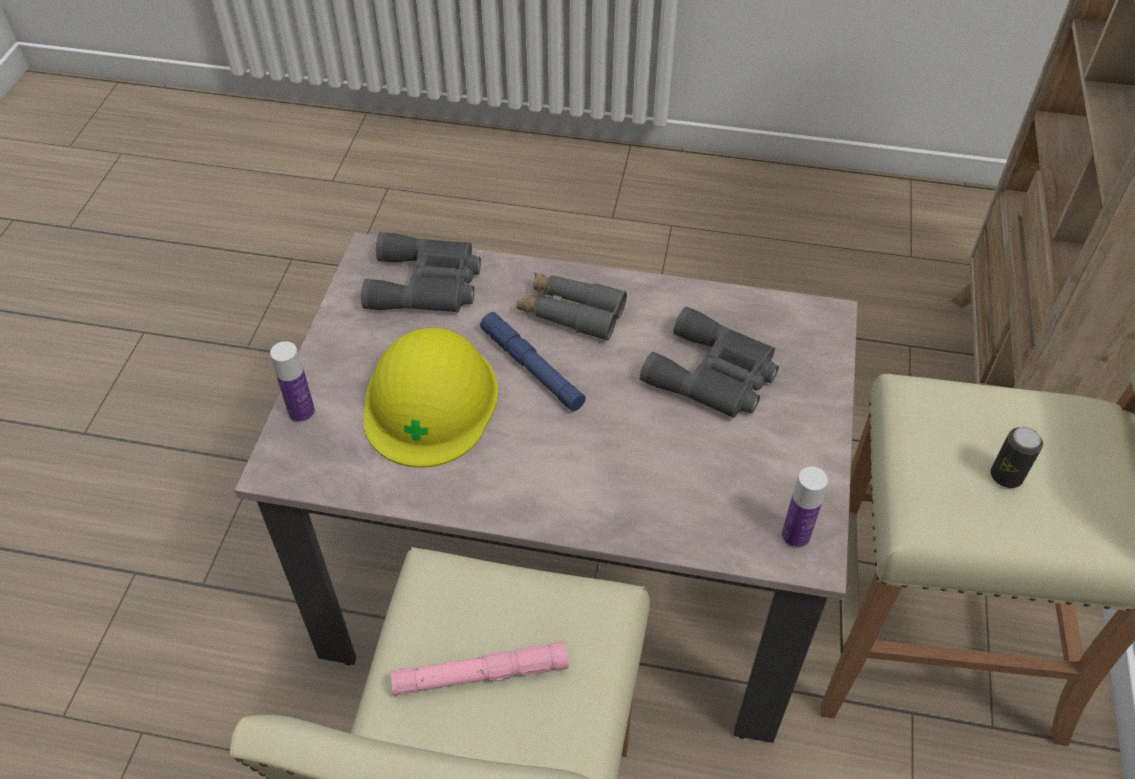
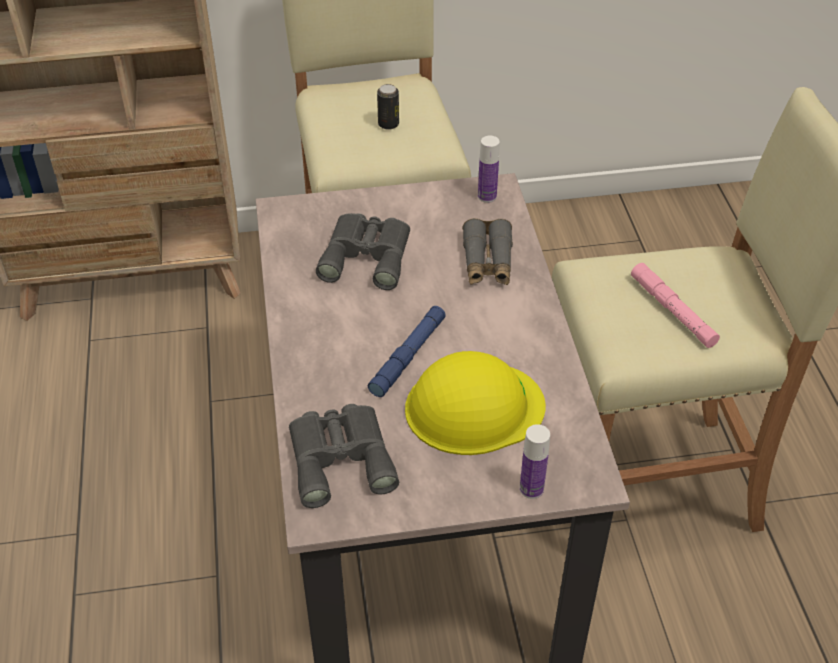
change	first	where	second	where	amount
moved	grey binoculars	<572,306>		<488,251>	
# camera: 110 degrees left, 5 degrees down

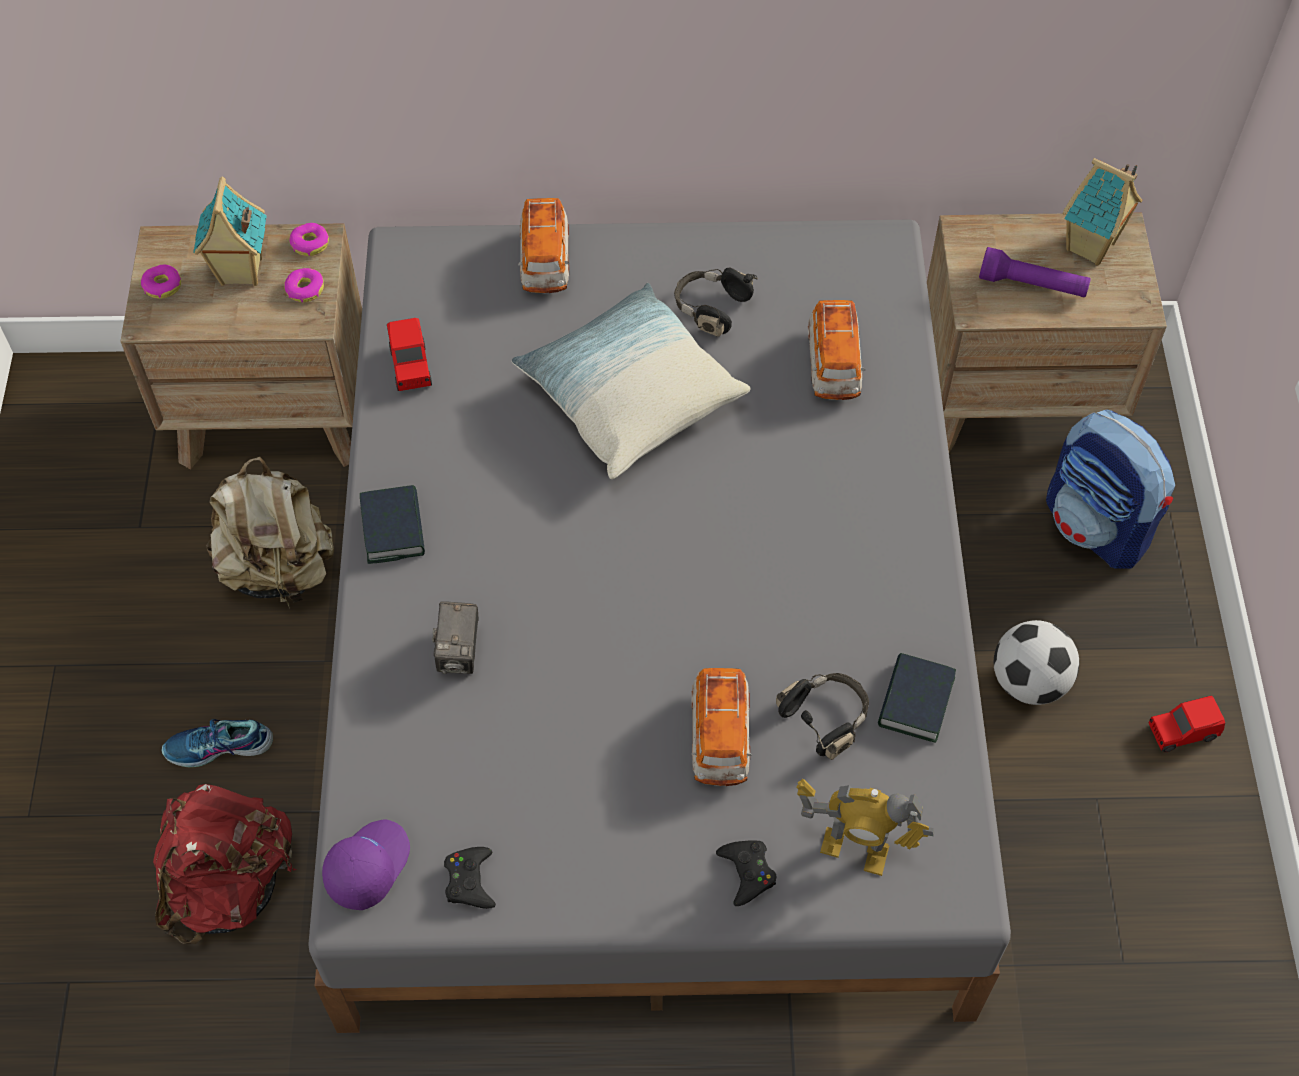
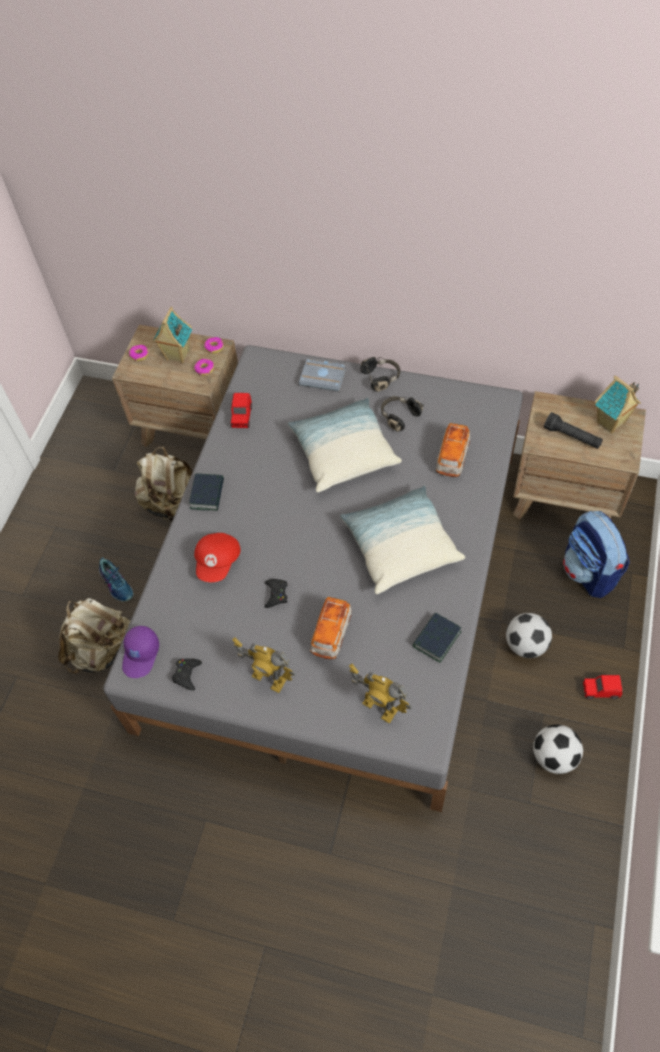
change	first	where	second	where	amount
replaced	toy car	<543,245>	grey book	<322,375>	
recoloured	purple flashlight	<1035,272>	black flashlight	<573,430>	
replaced	photo camera	<455,637>	red cap	<217,557>	
moved	black headphones	<822,716>		<380,374>	
turned	shoe	<217,743>		<116,579>	135 degrees counterclockwise
recoloured	red backpack	<225,864>	beige backpack	<94,636>	
turned	purple cap	<366,865>		<140,652>	150 degrees clockwise
moved	black game controller	<746,873>		<276,593>	
added			pillow	<402,539>	
added			toy robot	<264,665>	
added			football	<558,749>	
# camera: 20 degrees right, 0 degrees up

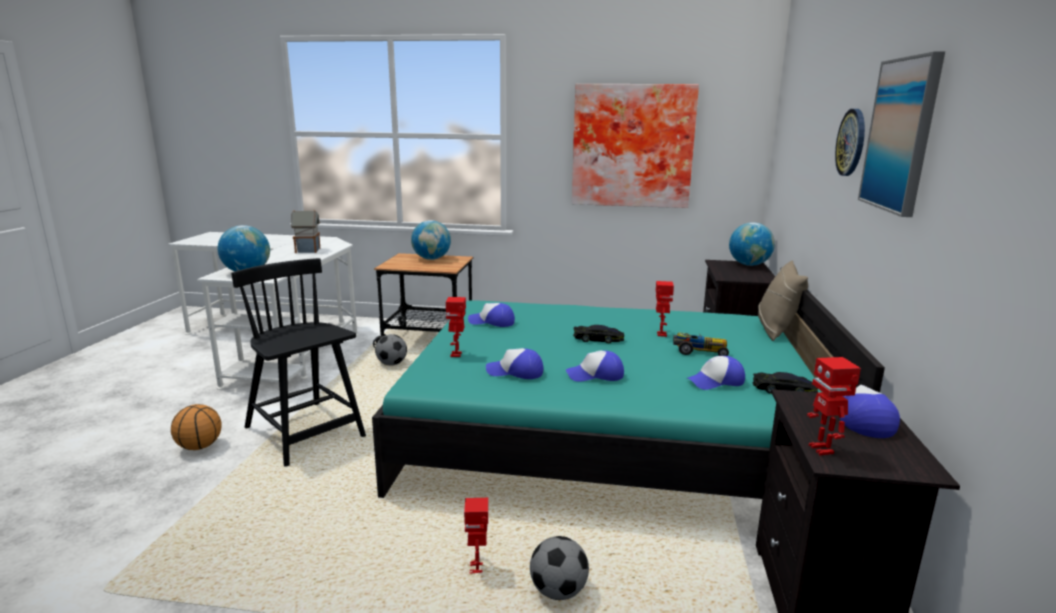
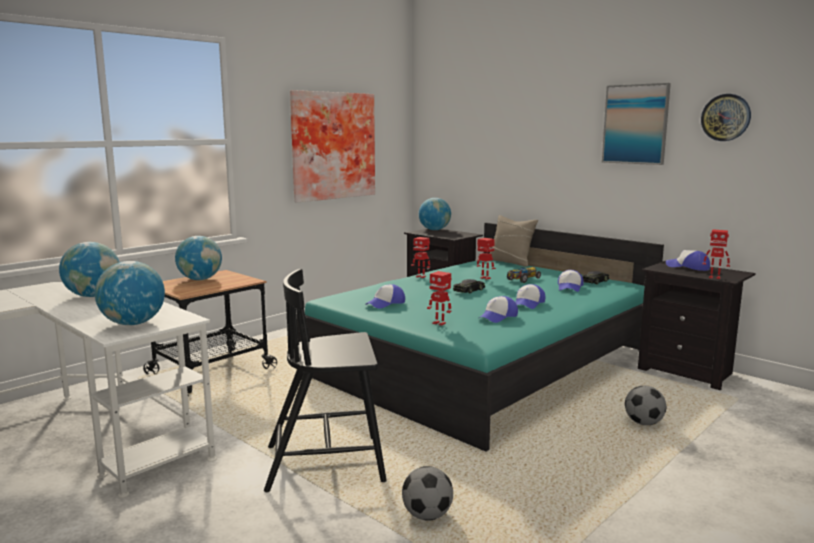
change	first	where	second	where	amount
moved	wall clock	<850,142>		<726,117>	
replaced	toy house	<305,231>	globe	<89,269>	
moved	football	<391,350>		<427,493>	
removed	basketball	<196,427>			
moved	toy robot	<476,536>		<420,257>	
# camera: 55 degrees left, 5 degrees down

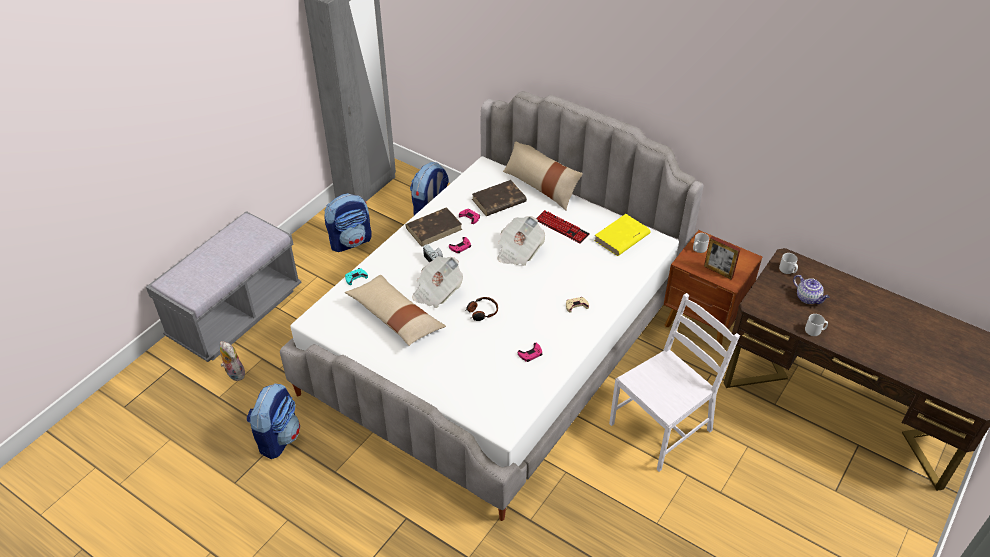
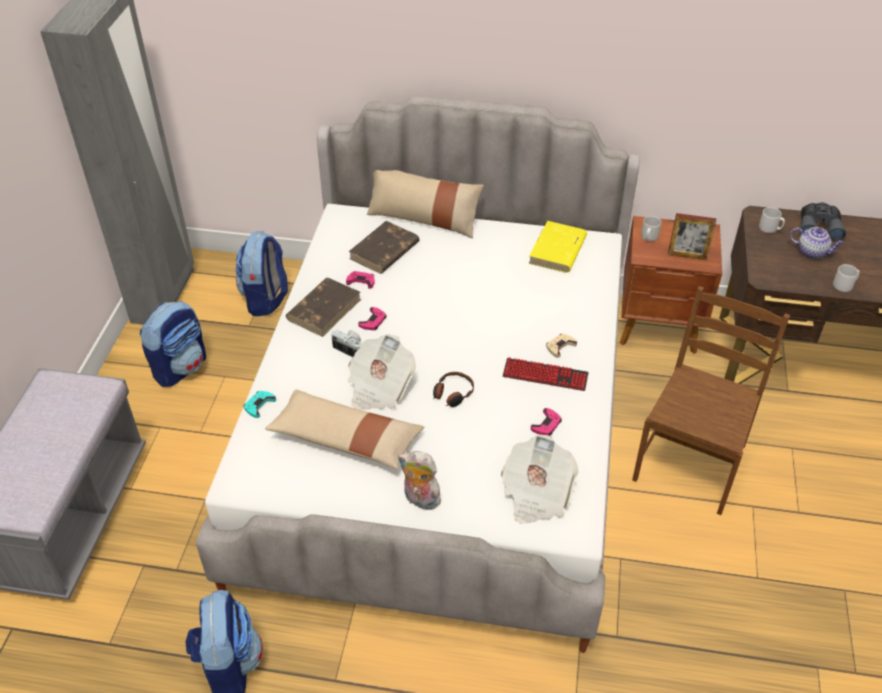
change	first	where	second	where	amount
moved	keyboard	<563,227>		<546,374>	
moved	newspaper	<521,241>		<539,479>	
recoloured	white chair	<674,382>	brown chair	<711,400>	
moved	plush toy	<232,361>		<419,480>	
added			grey binoculars	<823,222>	
# camera: 25 degrees left, 0 degrees up

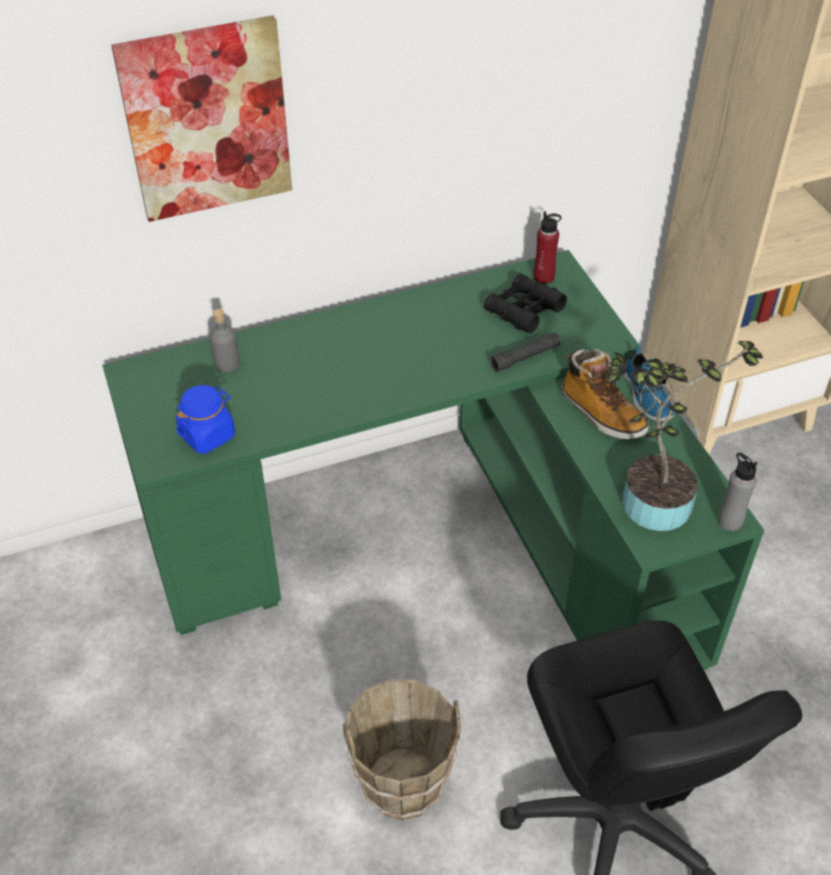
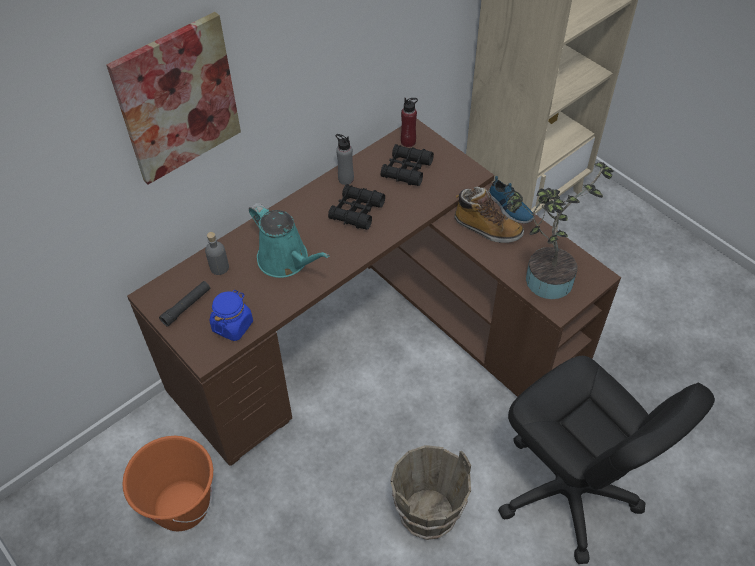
change	first	where	second	where	amount
recoloured	green desk	<433,460>	brown desk	<374,292>	
moved	black flashlight	<525,352>		<184,304>	
moved	grey bottle	<737,492>		<345,159>	
added			black binoculars	<356,207>	
added			turquoise watering can	<289,240>	
added			orange bucket	<167,483>	
# camera: 20 degrees left, 5 degrees up

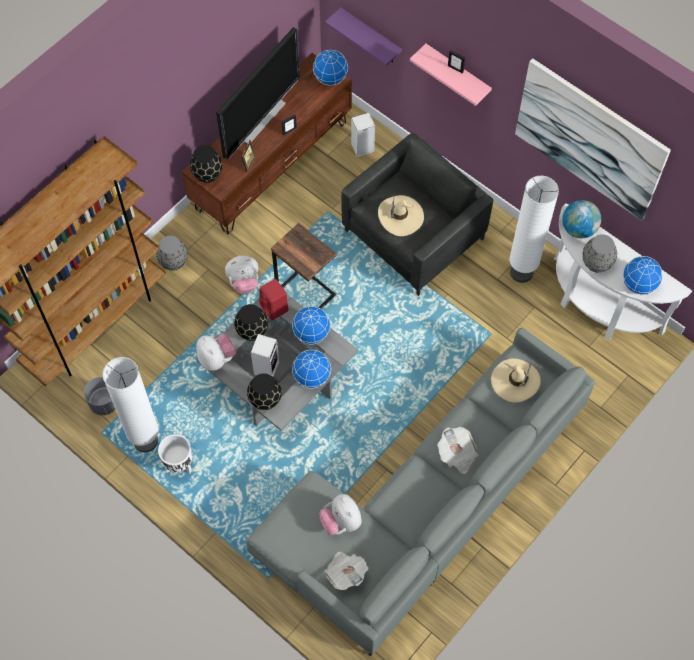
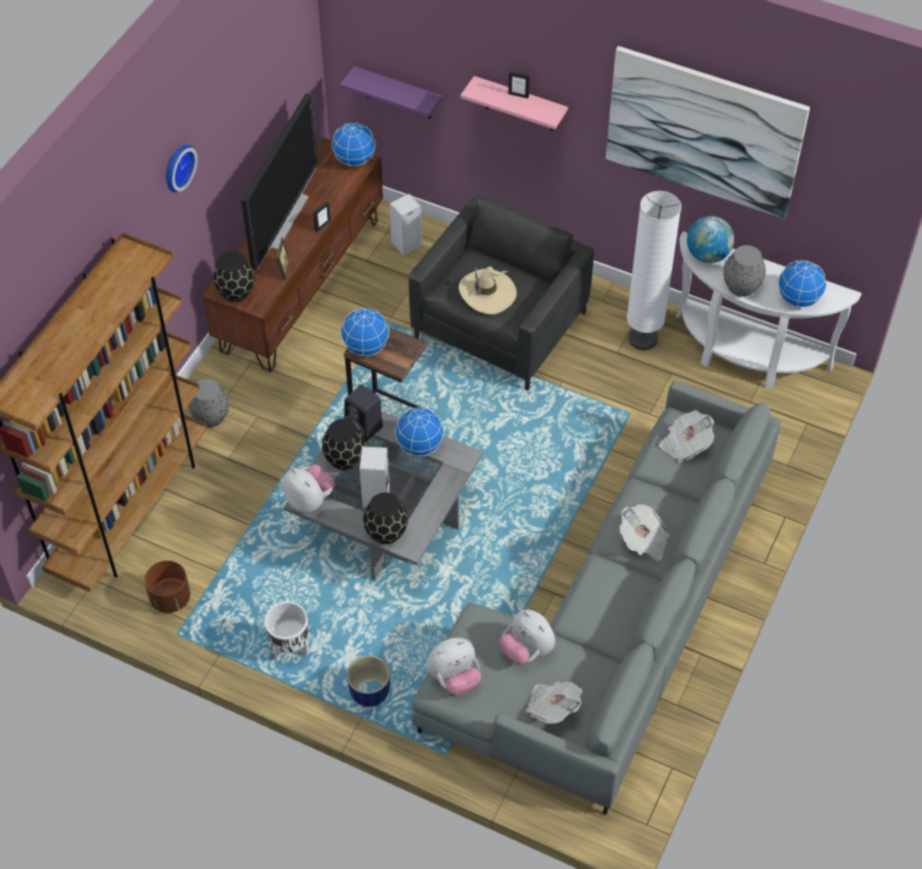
change	first	where	second	where	amount
moved	plush toy	<241,274>		<454,666>	
recoloured	red speaker	<274,299>	black speaker	<363,413>	
moved	globe	<311,369>		<365,332>	
removed	white floor lamp	<130,404>			
replaced	beige hat	<516,380>	newspaper	<686,436>	
recoloured	grey planter	<100,396>	brown planter	<167,586>	
added			wall clock	<181,168>	
added			blue planter	<368,681>	
# camera: 15 degrees left, 10 degrees down

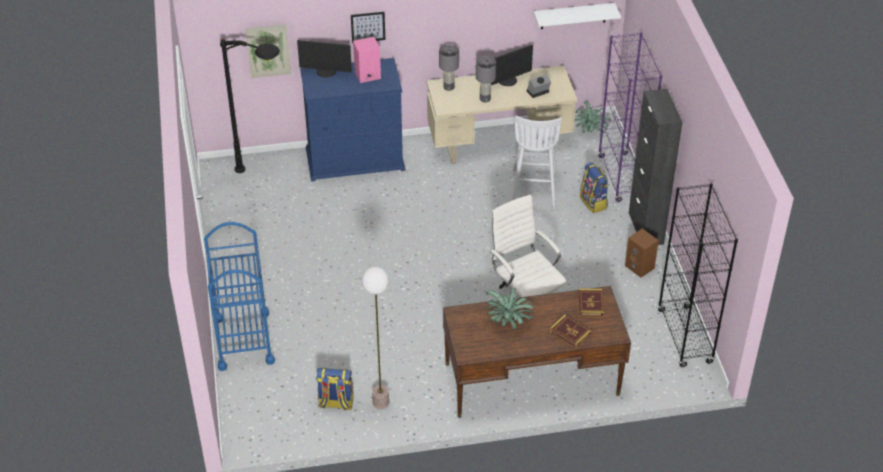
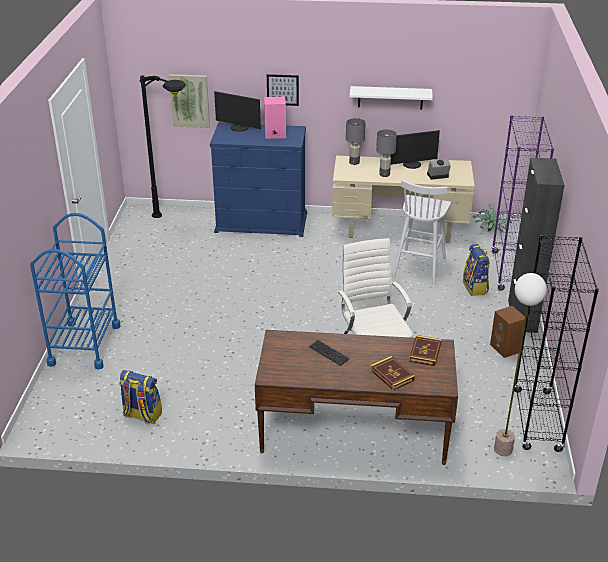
change	first	where	second	where	amount
moved	white shelf	<577,16>		<391,97>	
moved	floor lamp	<375,337>		<520,364>	
replaced	potted plant	<509,309>	keyboard	<329,353>	
# camera: 15 degrees right, 10 degrees down

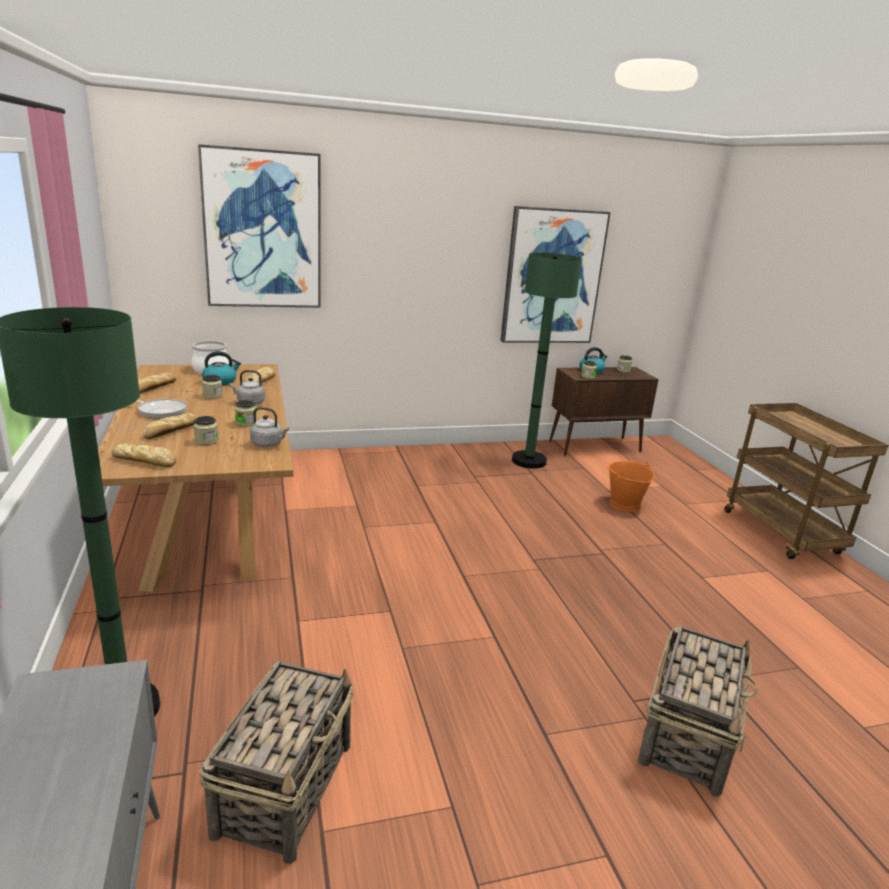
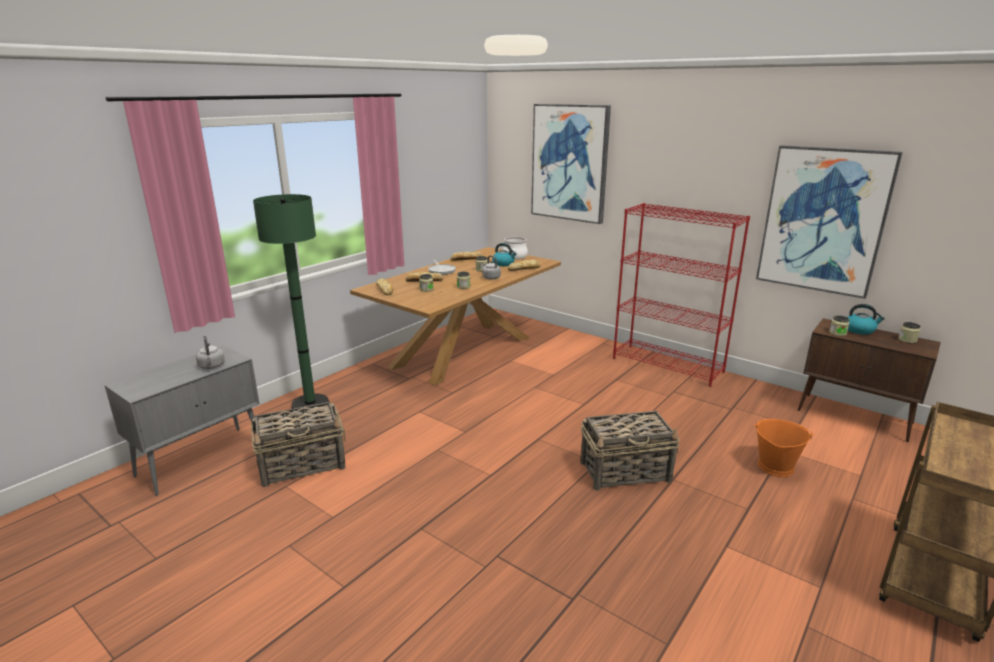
change	first	where	second	where	amount
removed	green floor lamp	<547,361>			
moved	grey kettle	<269,427>		<210,352>	
moved	basket	<698,711>		<630,451>	
added			red bookcase	<681,295>	
# camera: 55 degrees right, 0 degrees up

